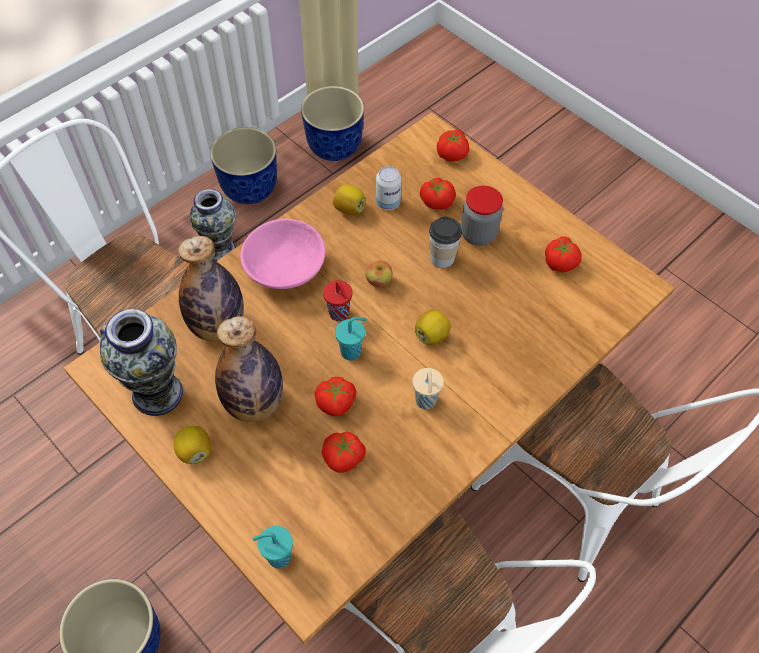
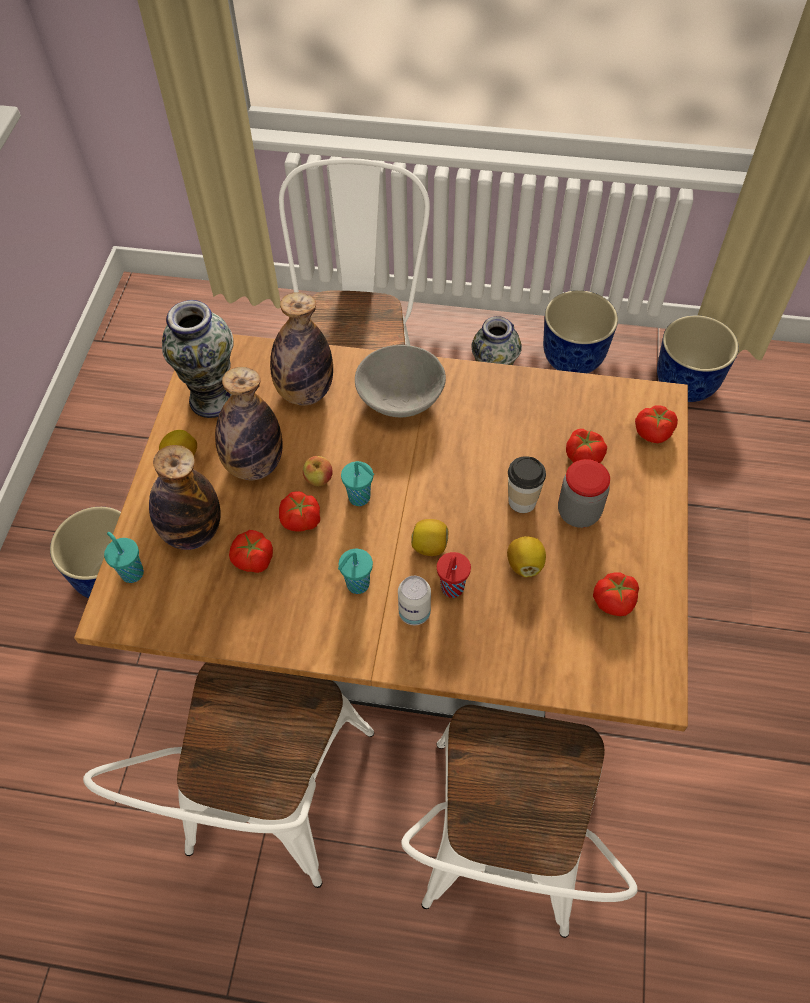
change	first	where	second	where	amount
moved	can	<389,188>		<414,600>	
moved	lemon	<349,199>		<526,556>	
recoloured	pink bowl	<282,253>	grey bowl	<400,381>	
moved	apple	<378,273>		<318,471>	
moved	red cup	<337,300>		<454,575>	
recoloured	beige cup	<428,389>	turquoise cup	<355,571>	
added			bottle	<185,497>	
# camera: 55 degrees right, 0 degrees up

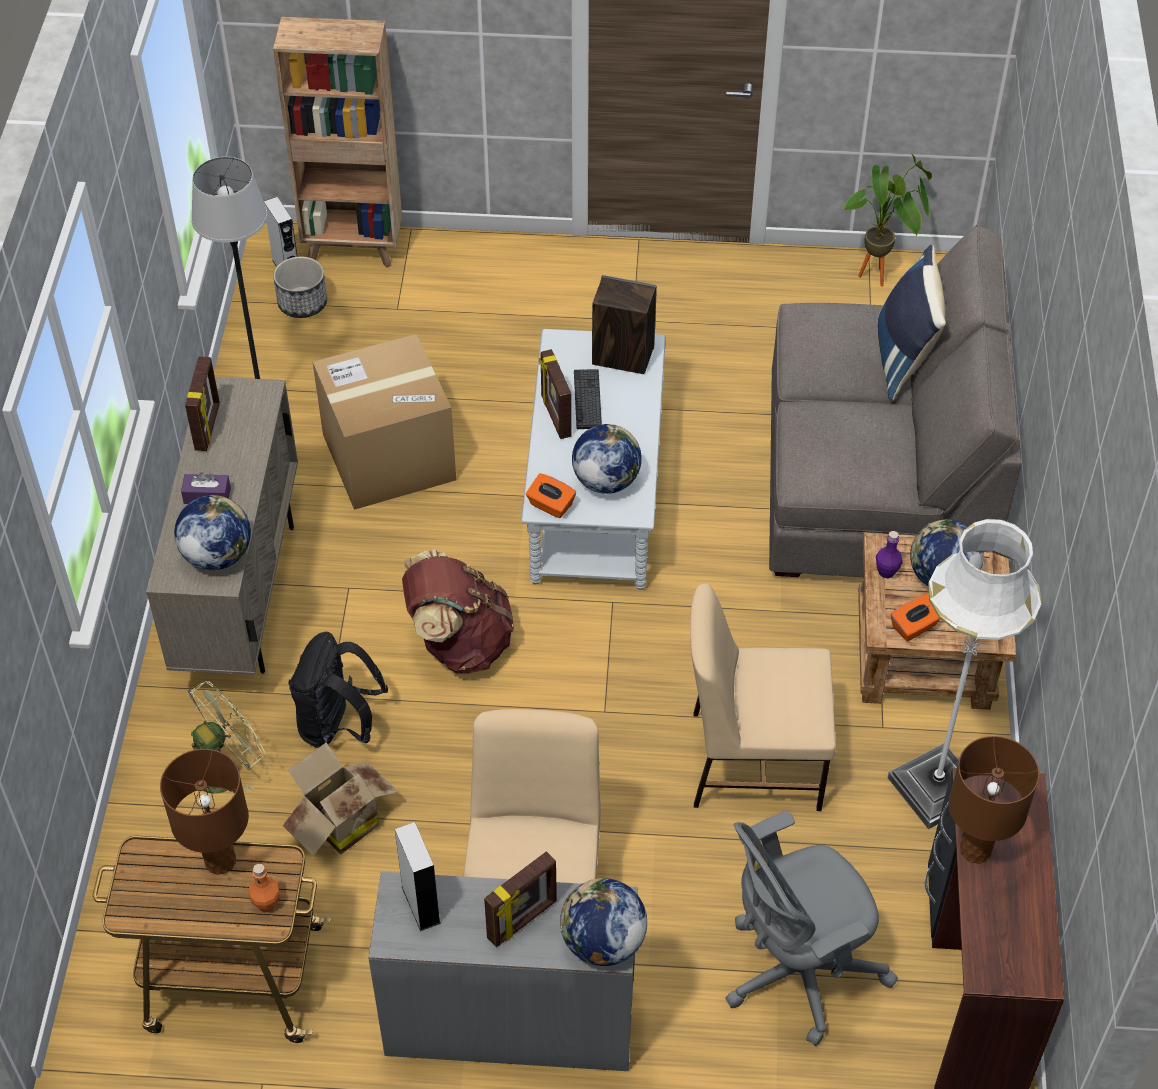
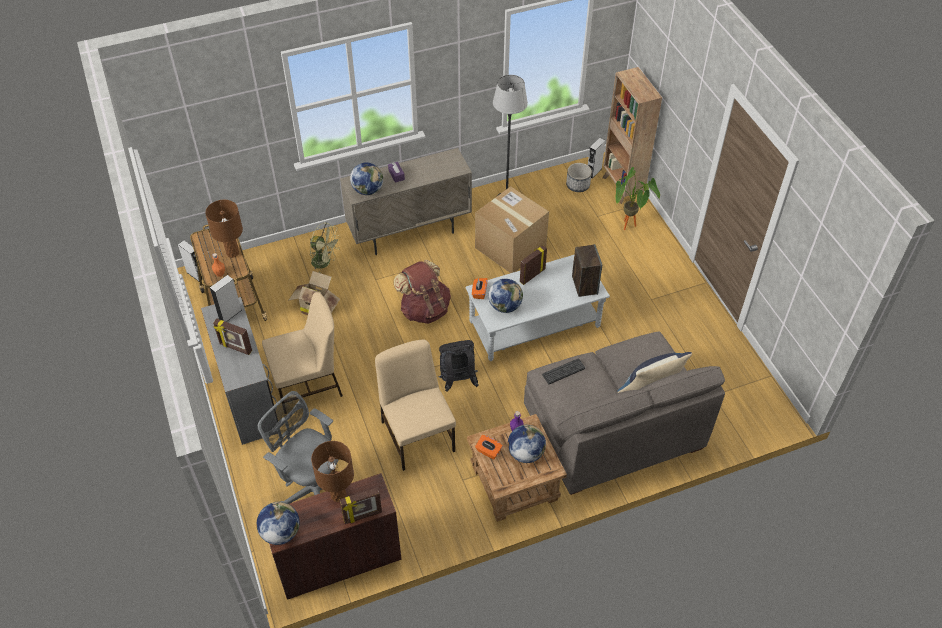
change	first	where	second	where	amount
moved	potted plant	<887,220>		<637,198>	
moved	picture frame	<202,403>		<360,506>	
moved	keyboard	<588,399>		<563,371>	
removed	white floor lamp	<964,674>			
moved	black backpack	<338,690>		<458,366>	
moved	globe	<603,922>		<278,523>	
added			grey speaker	<190,260>	
# camera: 65 degrees right, 0 degrees up

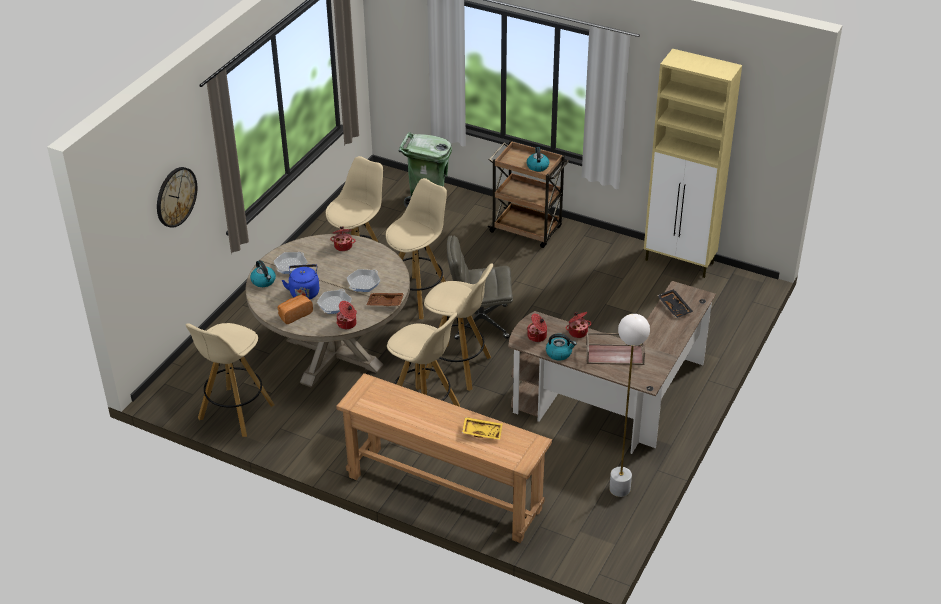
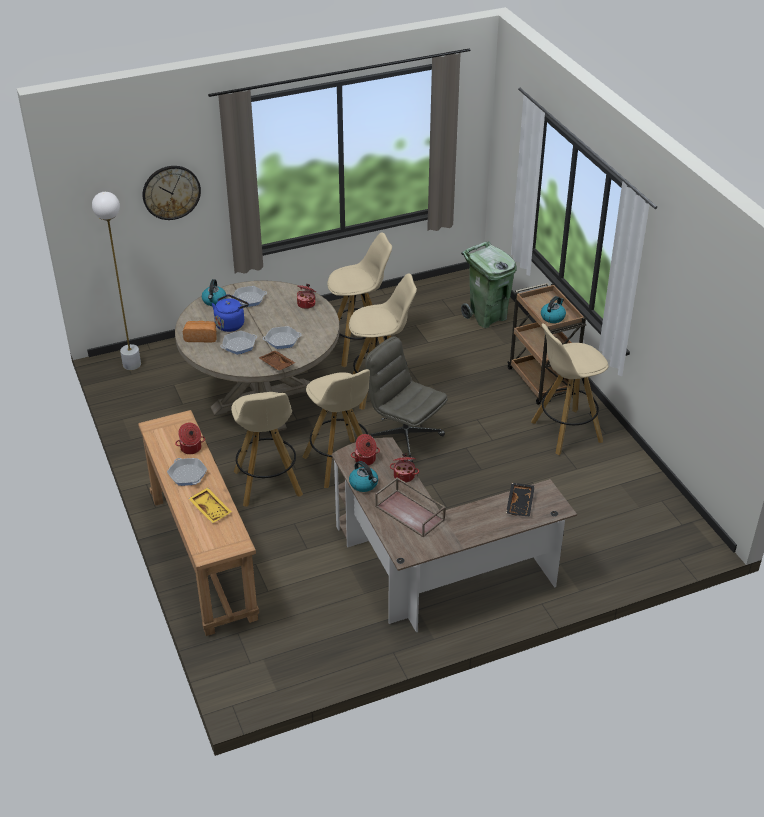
change	first	where	second	where	amount
removed	beige cabinet	<693,163>			
moved	cooking pot	<347,315>		<190,438>	
moved	white floor lamp	<629,405>		<116,281>	
moved	beige stool	<230,380>		<570,389>	
added			frying pan	<187,472>	
# camera: 40 degrees right, 0 degrees up

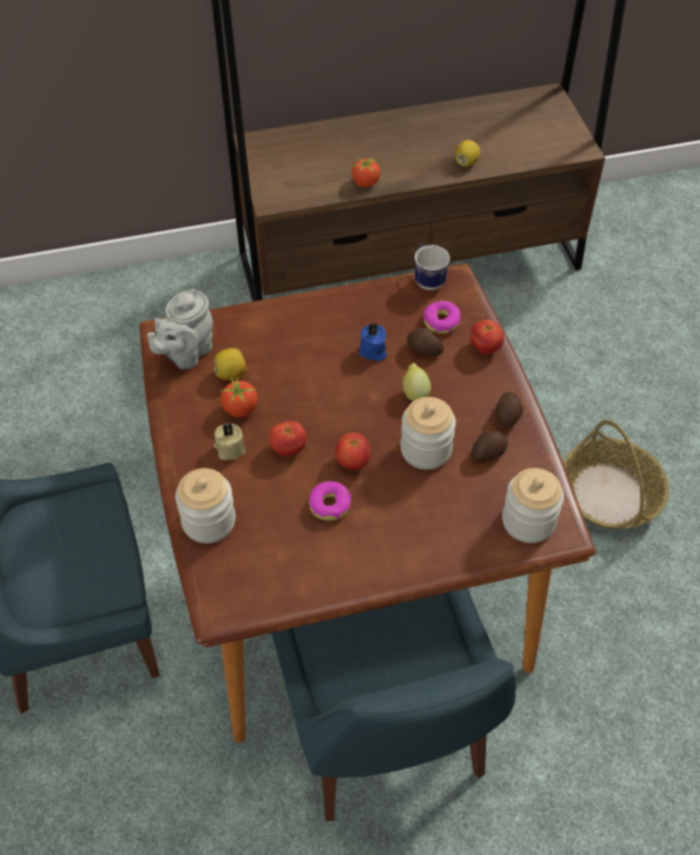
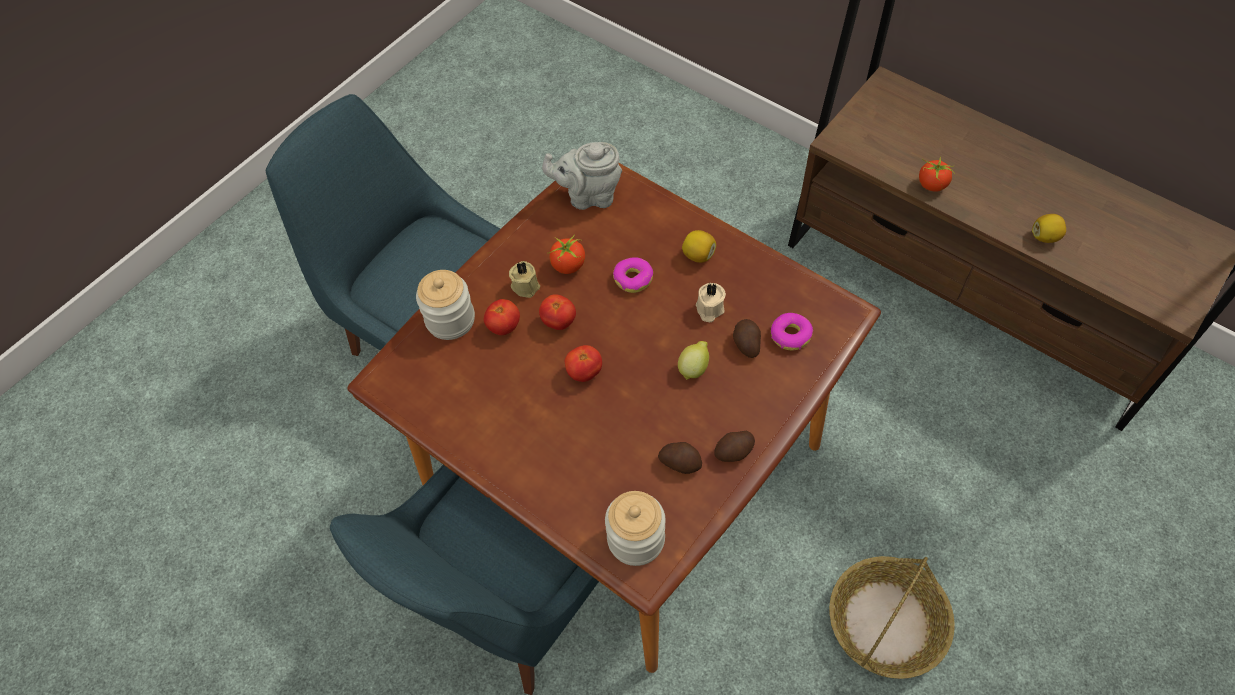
change	first	where	second	where	amount
removed	mug	<432,267>			
moved	tomato	<487,337>		<502,317>	
recoloured	blue candle	<373,342>	beige candle	<711,302>	
moved	lemon	<230,364>		<699,246>	
removed	jar	<428,433>			
moved	donut	<330,500>		<633,275>	
# camera: 55 degrees right, 5 degrees up

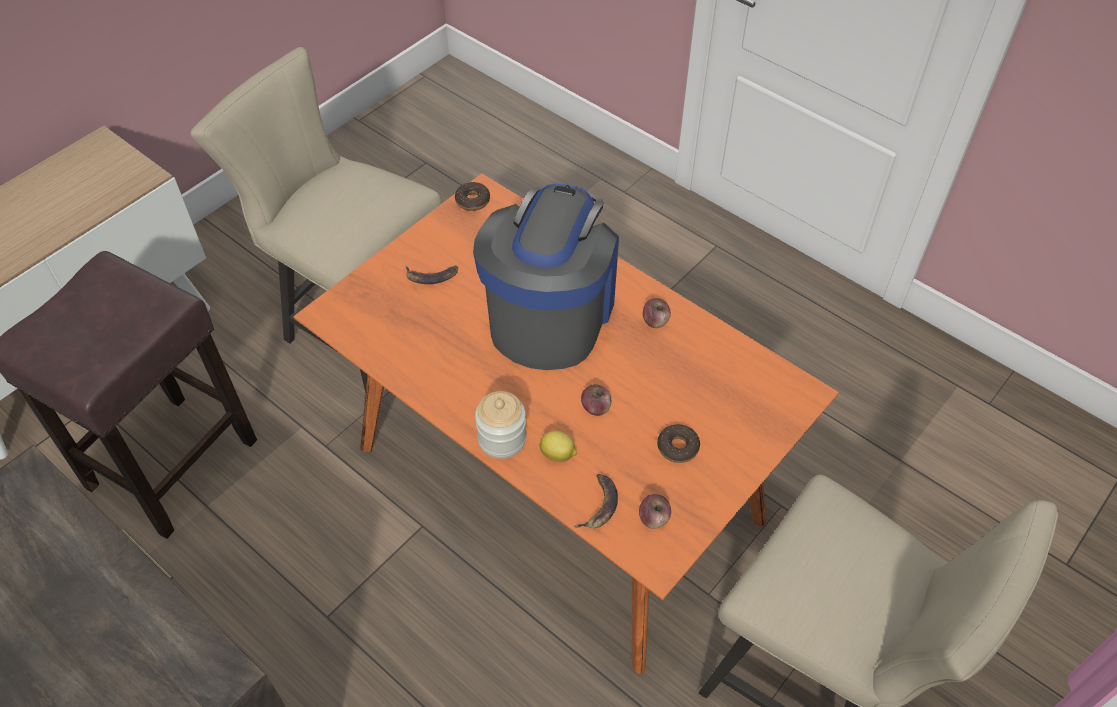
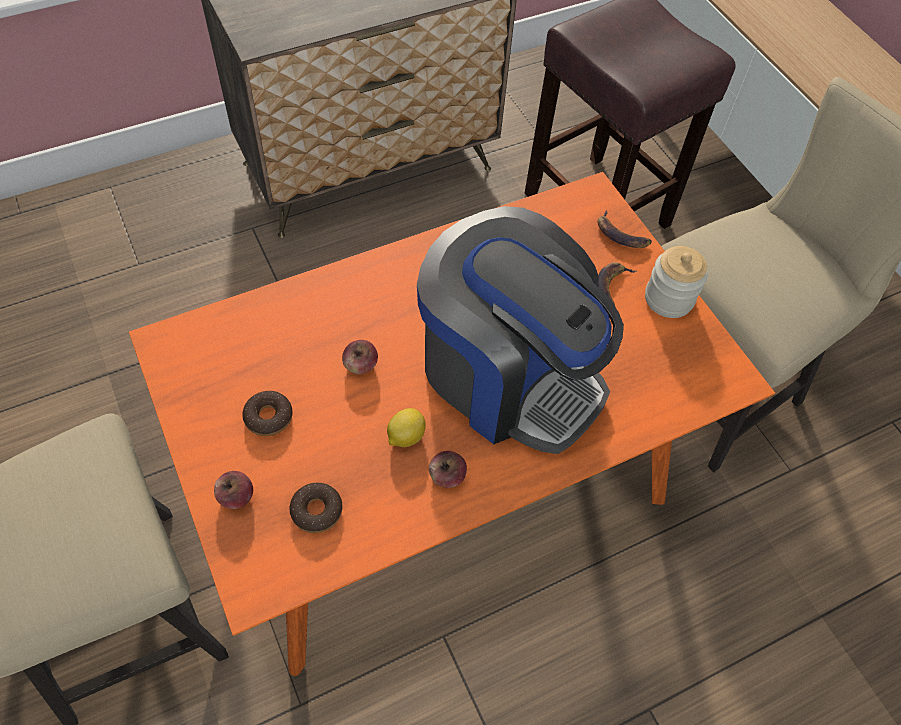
change	first	where	second	where	amount
moved	donut	<472,196>		<316,508>	
moved	jar	<500,425>		<676,282>	
moved	lemon	<558,446>		<406,427>	
moved	banana	<596,501>		<624,229>	
moved	apple	<655,511>		<233,490>	
# camera: 110 degrees right, 5 degrees up

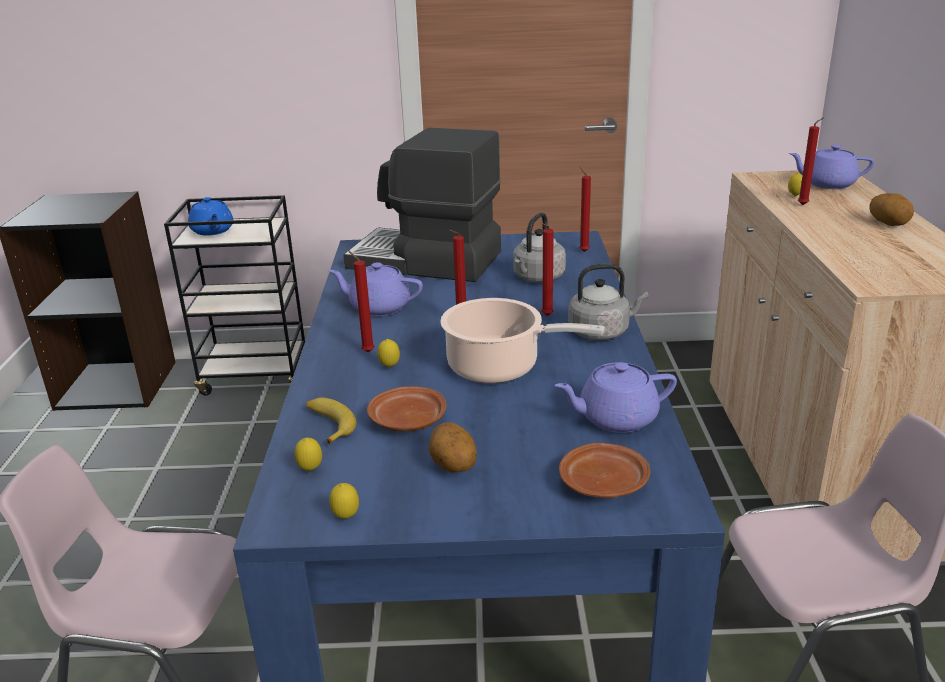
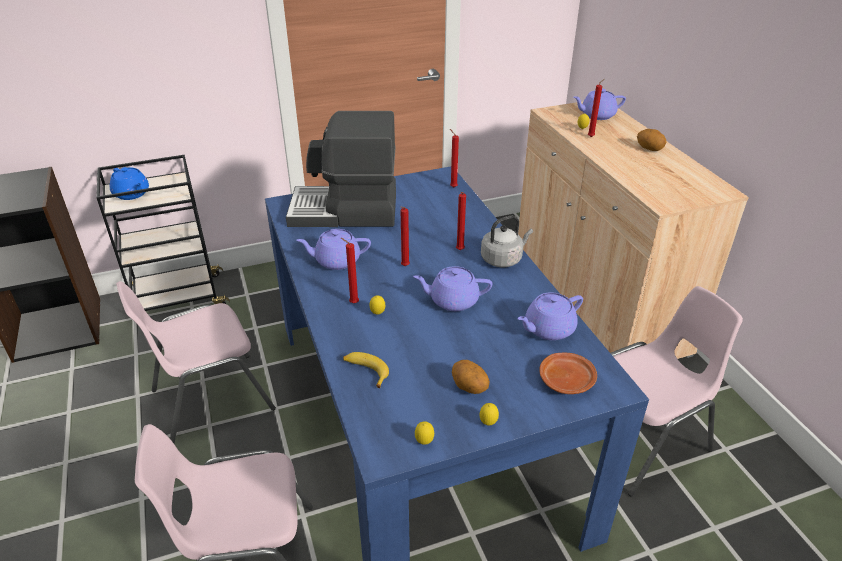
change	first	where	second	where	amount
removed	grey kettle	<539,248>			
replaced	cooking pot	<522,340>	purple teapot	<452,288>	
removed	brown plate	<407,408>			
moved	lemon	<308,454>		<489,414>	
added			pink chair	<196,362>	
# camera: 20 degrees left, 10 degrees up

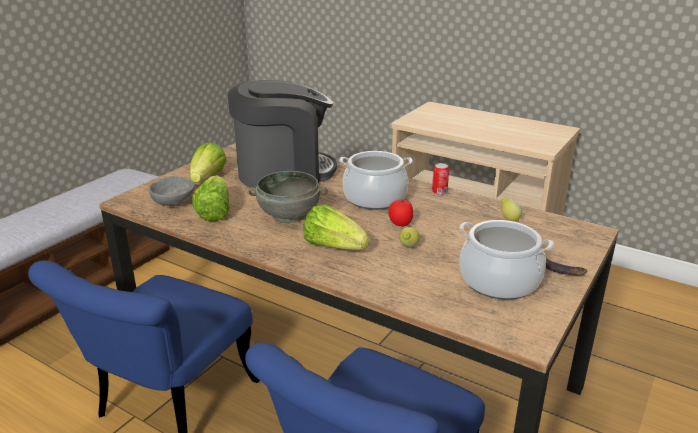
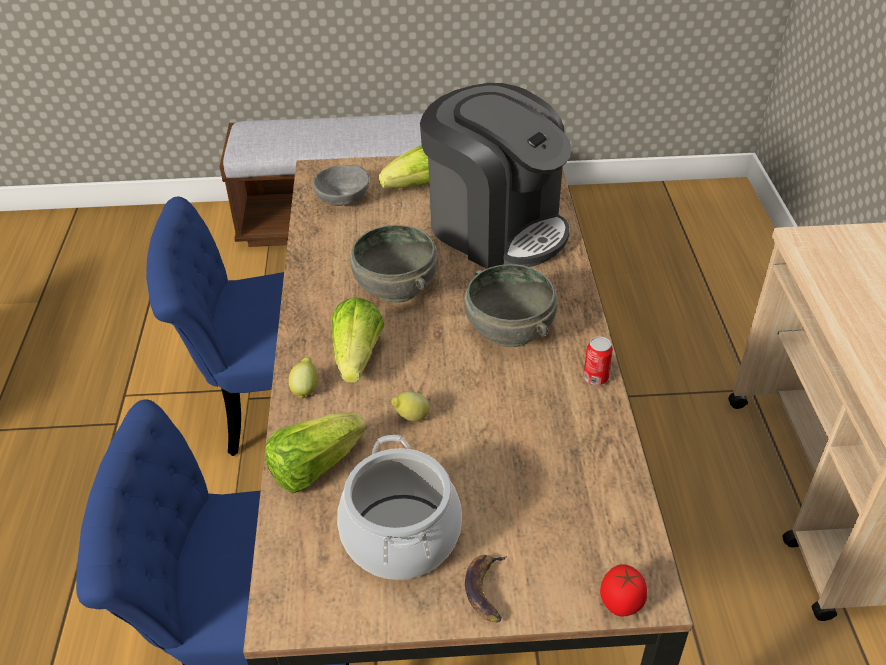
change	first	where	second	where	amount
replaced	cooking pot	<376,180>	grey bowl	<511,305>	
moved	lettuce	<211,198>		<316,453>	
moved	lemon	<511,210>		<303,378>	
moved	tomato	<401,212>		<623,590>	
# camera: 55 degrees right, 15 degrees up

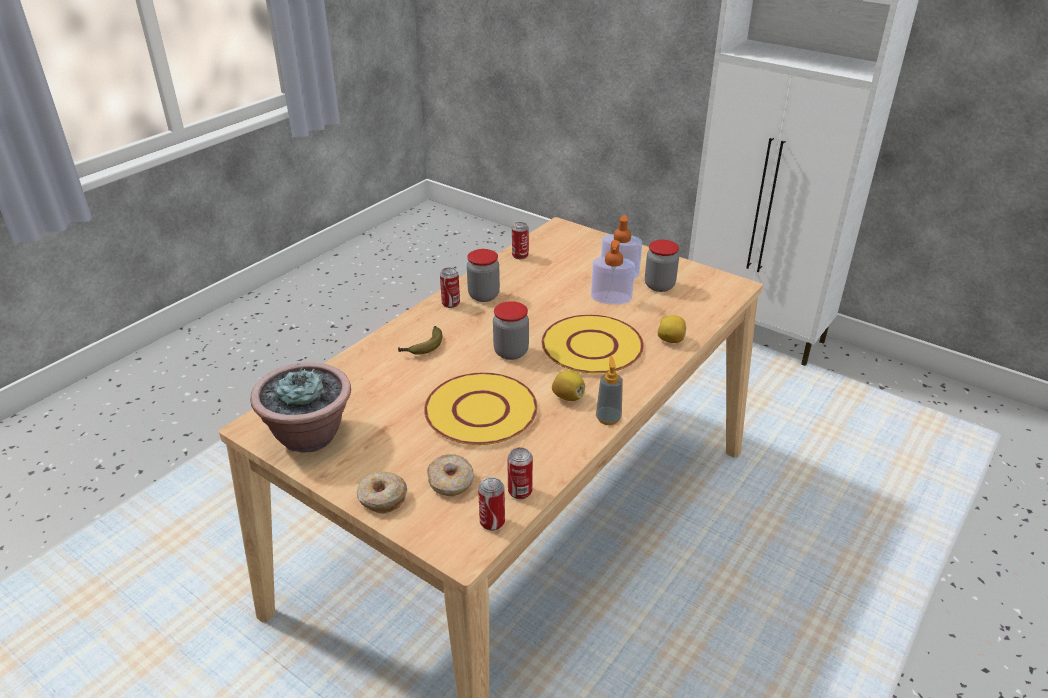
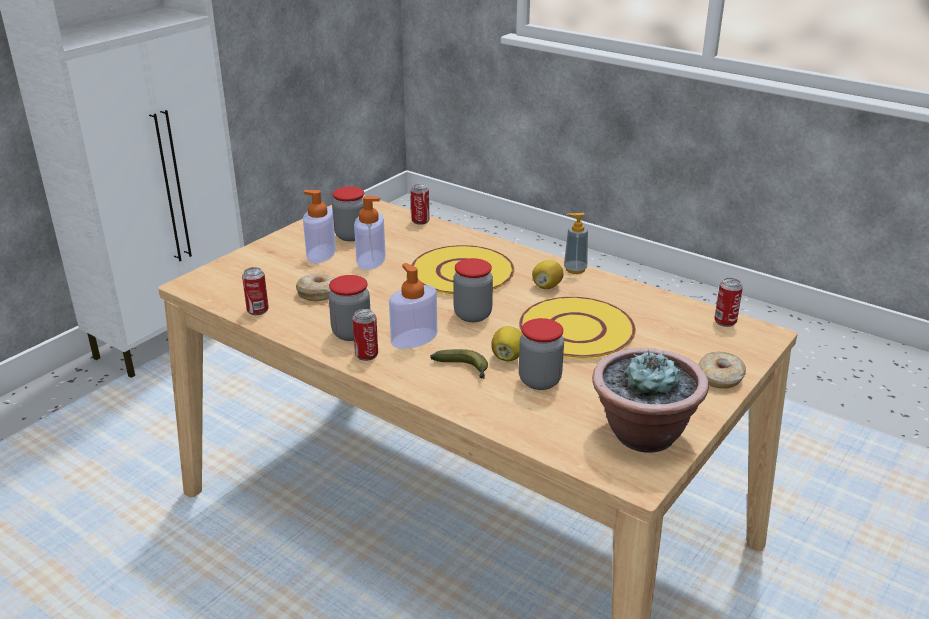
change	first	where	second	where	amount
moved	lemon	<671,329>		<506,343>	
moved	can	<520,473>		<420,204>	
moved	donut	<450,475>		<315,287>	
added			soap dispenser	<413,306>	
added			jar	<541,354>	
# camera: 90 degrees left, 5 degrees down

